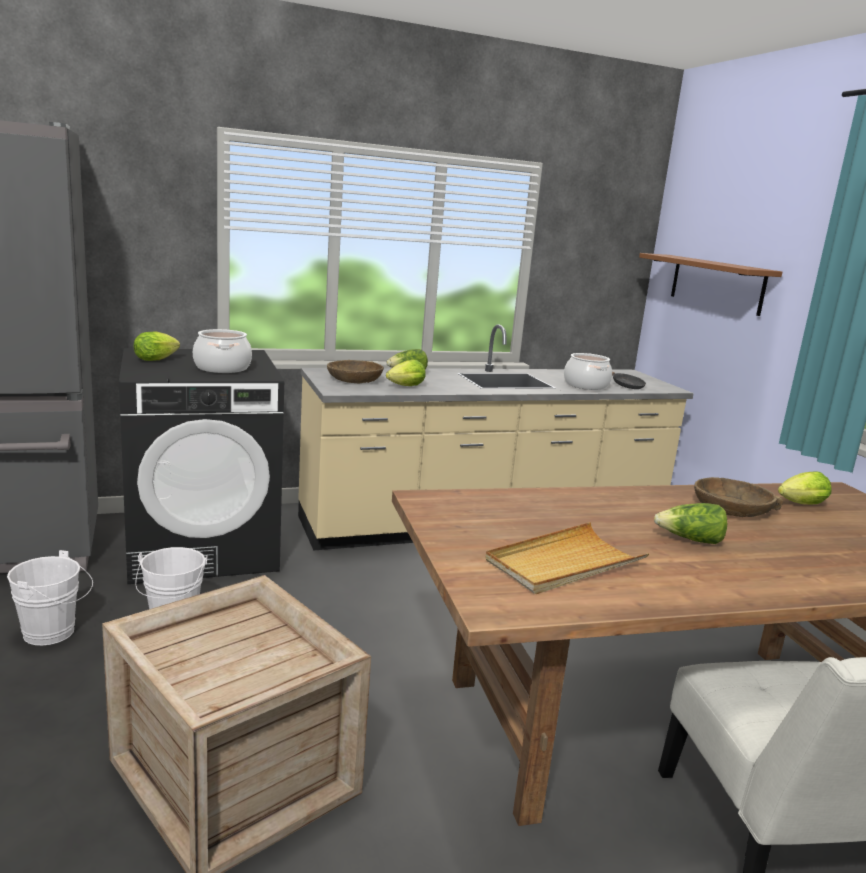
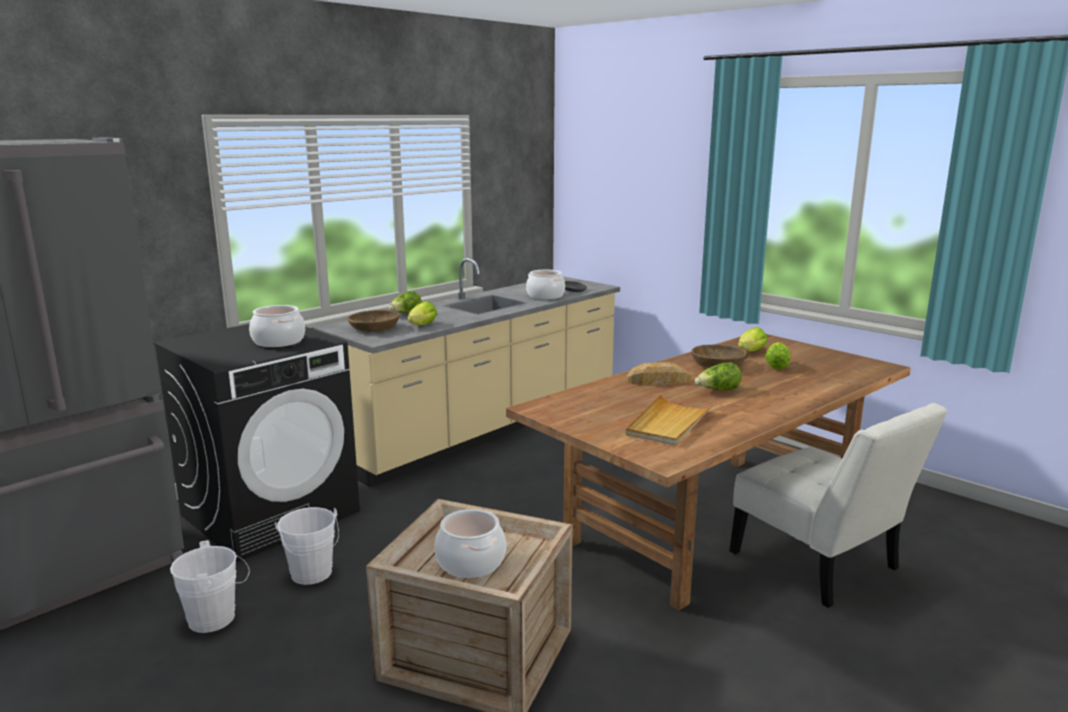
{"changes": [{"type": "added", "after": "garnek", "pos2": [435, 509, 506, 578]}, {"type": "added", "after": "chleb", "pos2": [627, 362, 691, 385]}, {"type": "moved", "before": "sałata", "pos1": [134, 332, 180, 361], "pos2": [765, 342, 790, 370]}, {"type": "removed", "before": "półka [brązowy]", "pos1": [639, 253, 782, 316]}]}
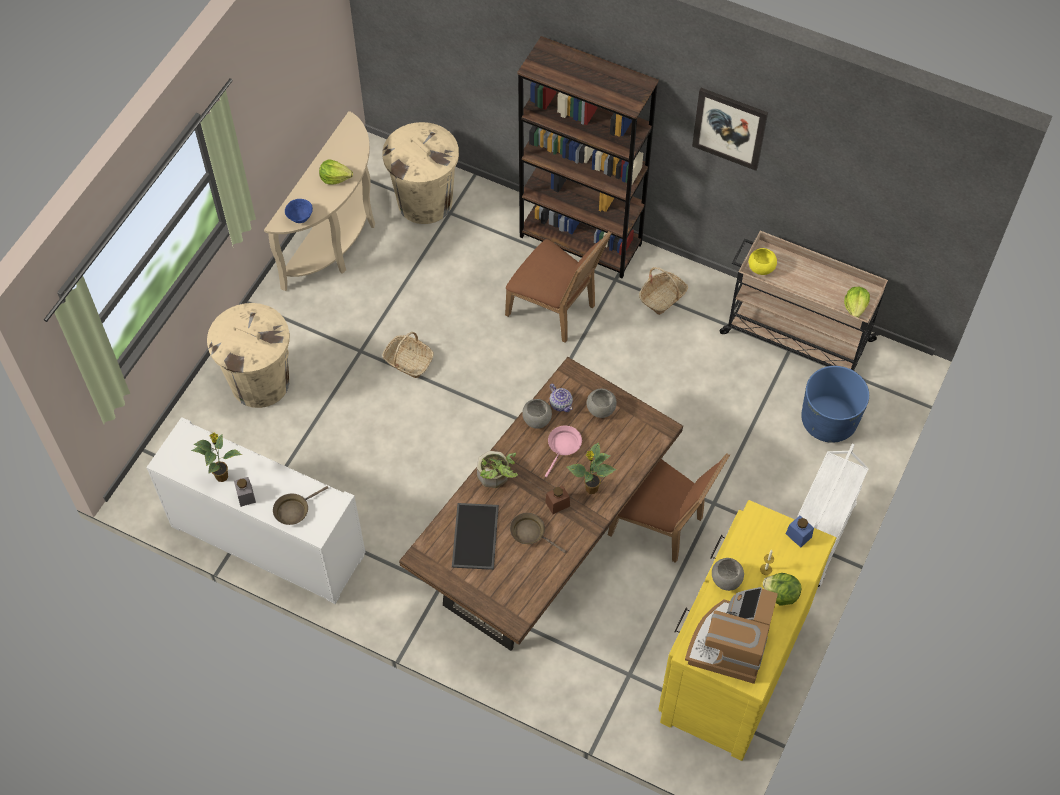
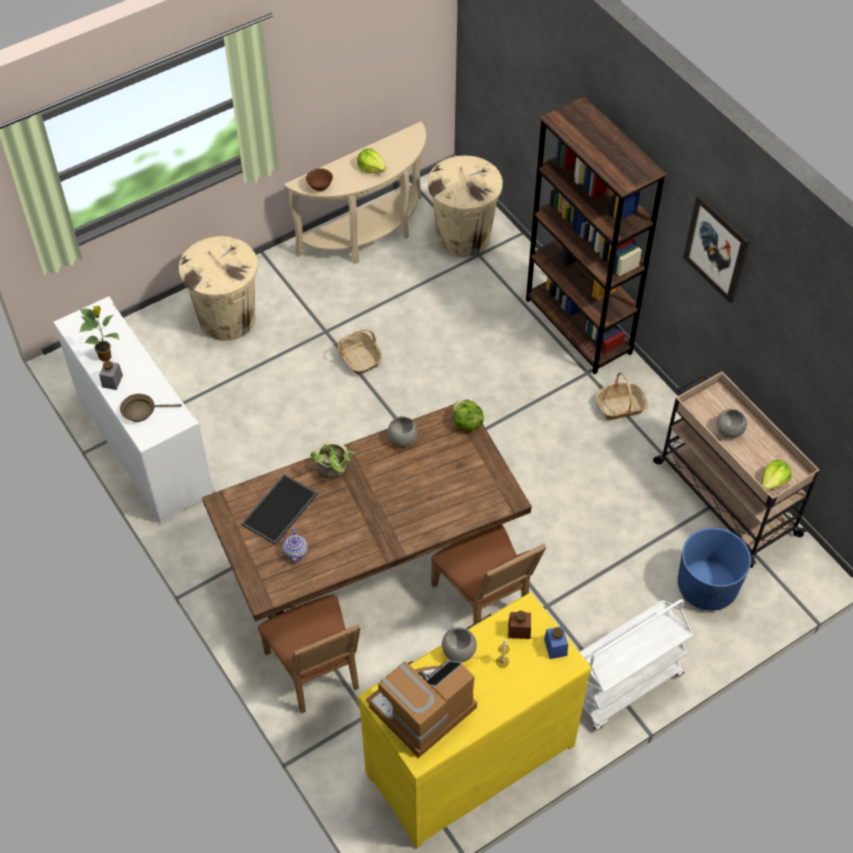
{"changes": [{"type": "moved", "before": "krzesło [brązowy]", "pos1": [505, 231, 612, 343], "pos2": [258, 594, 361, 714]}, {"type": "moved", "before": "imbryk", "pos1": [550, 384, 573, 412], "pos2": [283, 528, 308, 563]}, {"type": "recoloured", "before": "miska [niebieski]", "after": "miska [brązowy]", "pos1": [285, 199, 313, 223], "pos2": [306, 168, 333, 191]}, {"type": "moved", "before": "sałata", "pos1": [763, 573, 801, 605], "pos2": [453, 401, 484, 431]}, {"type": "moved", "before": "słoik [brązowy]", "pos1": [545, 485, 570, 514], "pos2": [508, 611, 531, 639]}, {"type": "moved", "before": "miska [szary]", "pos1": [587, 389, 617, 418], "pos2": [716, 409, 747, 438]}, {"type": "removed", "before": "patelnia [brązowy]", "pos1": [510, 513, 566, 553]}, {"type": "removed", "before": "patelnia [różowy]", "pos1": [545, 426, 582, 478]}, {"type": "removed", "before": "roślina doniczkowa", "pos1": [567, 442, 616, 494]}, {"type": "removed", "before": "miska [żółty]", "pos1": [749, 248, 777, 275]}]}
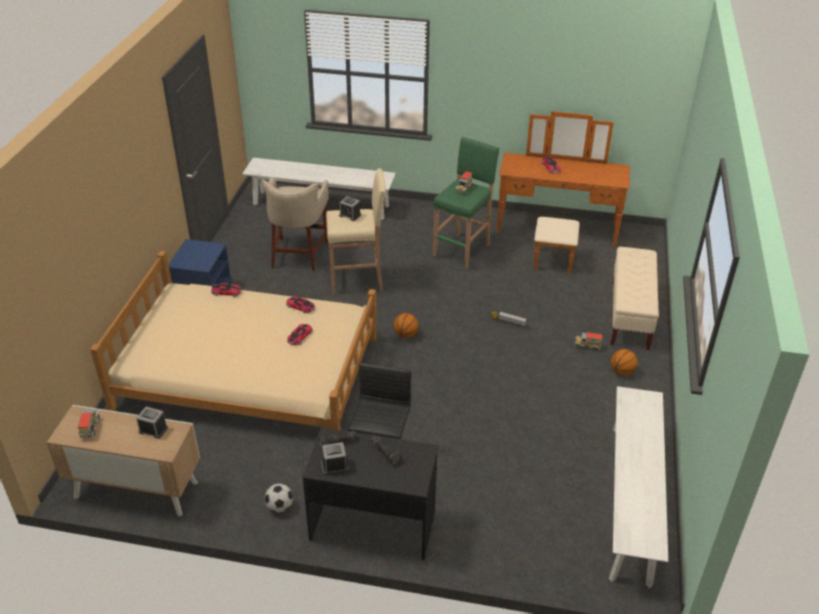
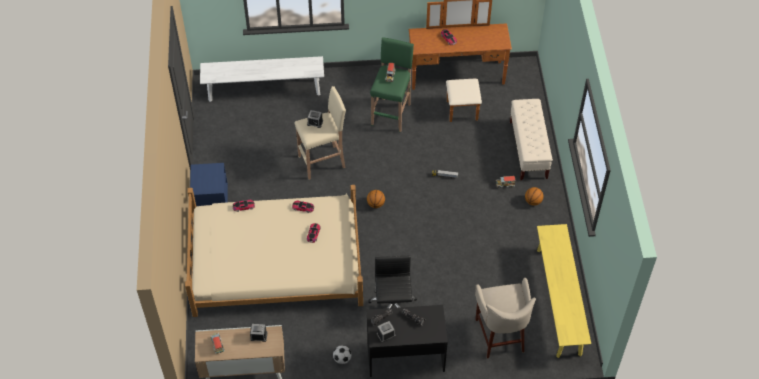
{"changes": [{"type": "moved", "before": "stołek [beżowy]", "pos1": [262, 177, 329, 271], "pos2": [475, 278, 536, 359]}, {"type": "recoloured", "before": "ławka [biały]", "after": "ławka [żółty]", "pos1": [609, 386, 668, 588], "pos2": [537, 224, 591, 358]}]}
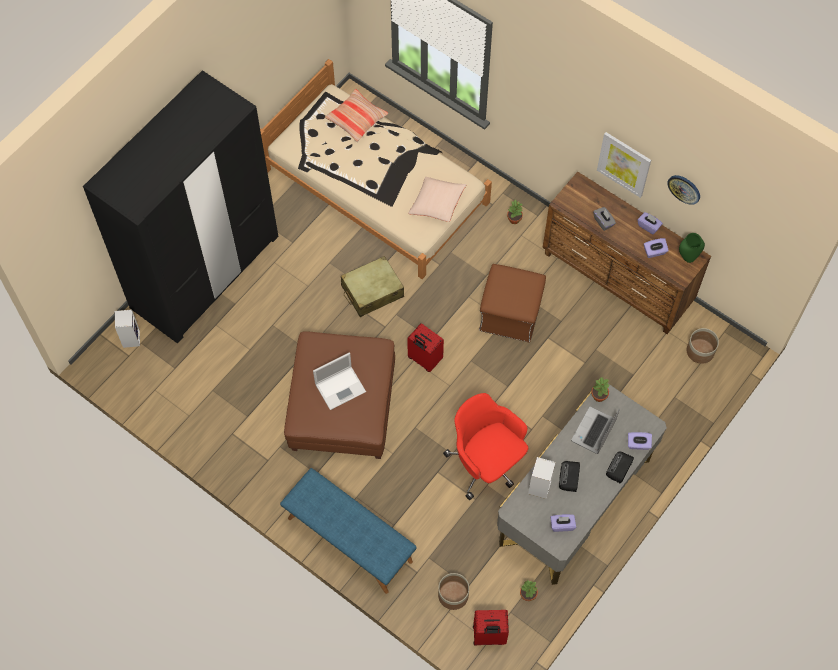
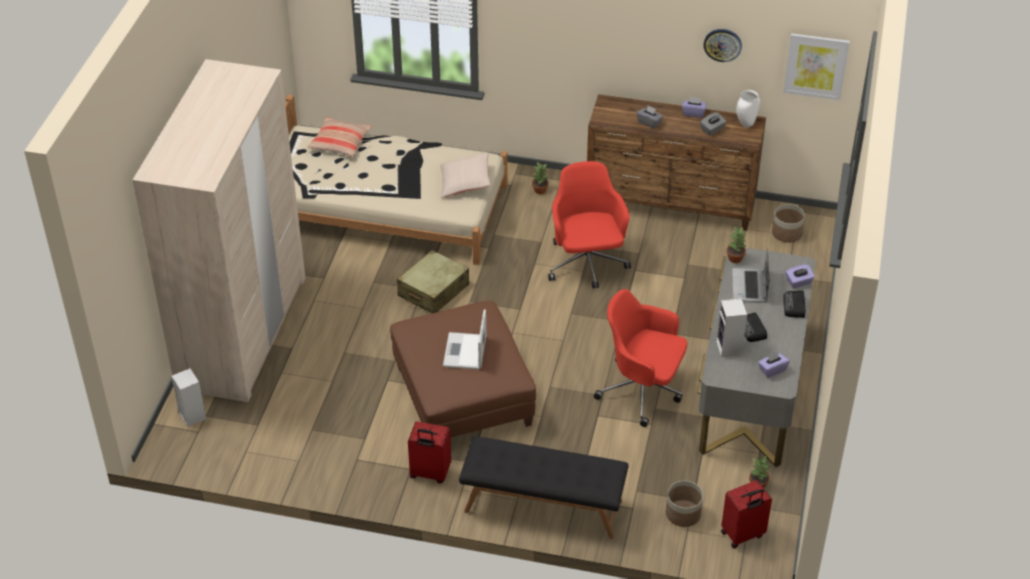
{"changes": [{"type": "recoloured", "before": "szafa [czarny]", "after": "szafa [beżowy]", "pos1": [83, 70, 278, 343], "pos2": [133, 59, 305, 402]}, {"type": "moved", "before": "walizka [czerwony]", "pos1": [407, 323, 444, 372], "pos2": [408, 421, 451, 484]}, {"type": "turned", "before": "laptop", "pos1": [313, 352, 366, 410], "pos2": [443, 309, 486, 370], "turn": 150}, {"type": "recoloured", "before": "ławka [niebieski]", "after": "ławka [czarny]", "pos1": [280, 468, 417, 594], "pos2": [459, 436, 629, 539]}, {"type": "replaced", "before": "pufa [brązowy]", "after": "krzesło biurowe [czerwony]", "pos1": [479, 264, 546, 342], "pos2": [548, 161, 631, 288]}, {"type": "recoloured", "before": "pudełko chusteczek [fioletowy]", "after": "pudełko chusteczek [szary]", "pos1": [644, 238, 669, 258], "pos2": [700, 112, 727, 136]}, {"type": "recoloured", "before": "wazon [zielony]", "after": "wazon [biały]", "pos1": [679, 233, 705, 263], "pos2": [737, 90, 760, 128]}, {"type": "moved", "before": "obraz", "pos1": [597, 132, 651, 198], "pos2": [783, 33, 850, 100]}]}
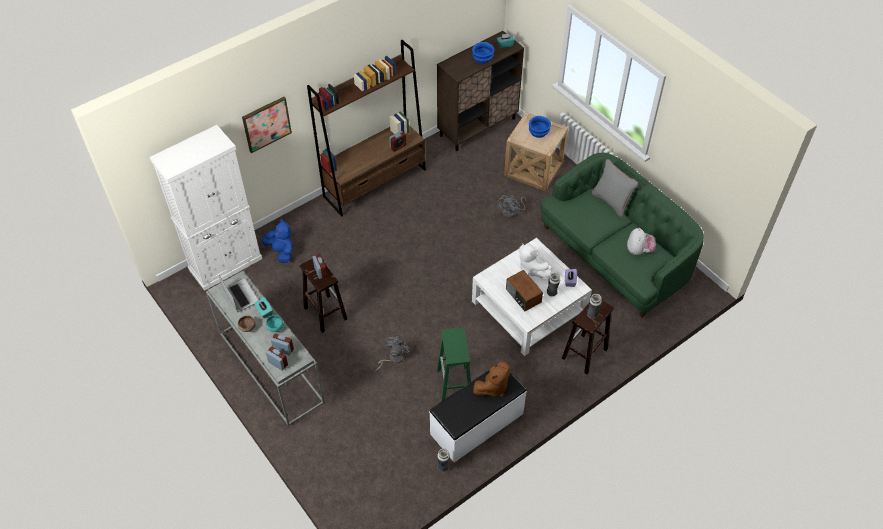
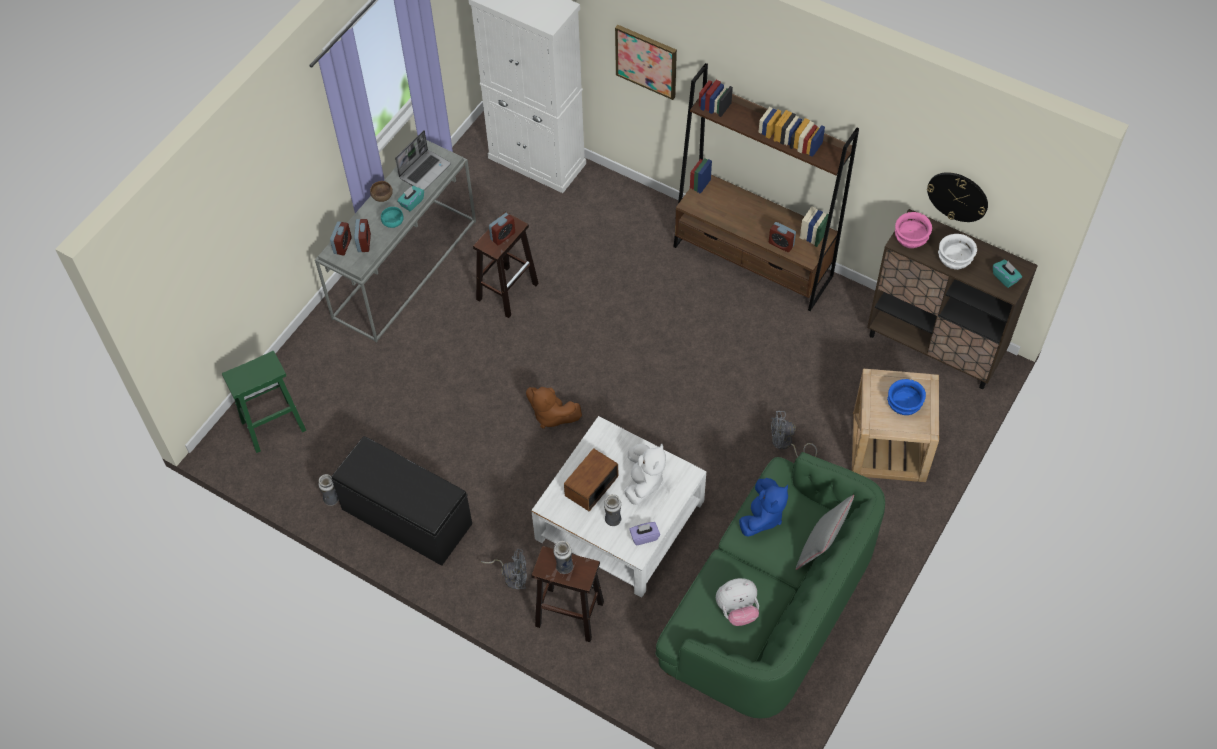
{"changes": [{"type": "moved", "before": "stołek [zielony]", "pos1": [437, 327, 471, 401], "pos2": [222, 351, 306, 453]}, {"type": "recoloured", "before": "ławka [biały]", "after": "ławka [czarny]", "pos1": [429, 365, 527, 463], "pos2": [332, 436, 472, 566]}, {"type": "moved", "before": "wentylator [szary]", "pos1": [375, 336, 410, 371], "pos2": [481, 549, 527, 589]}, {"type": "moved", "before": "pluszak [brązowy]", "pos1": [473, 362, 510, 397], "pos2": [526, 387, 582, 429]}, {"type": "turned", "before": "pluszak [biały]", "pos1": [519, 243, 552, 278], "pos2": [624, 444, 666, 505], "turn": 150}, {"type": "moved", "before": "pluszak [niebieski]", "pos1": [262, 219, 292, 263], "pos2": [739, 478, 788, 537]}, {"type": "added", "after": "miska [różowy]", "pos2": [895, 212, 932, 248]}, {"type": "added", "after": "zegar ścienny", "pos2": [927, 172, 988, 222]}, {"type": "recoloured", "before": "miska [niebieski]", "after": "miska [biały]", "pos1": [472, 42, 494, 64], "pos2": [938, 234, 977, 270]}]}
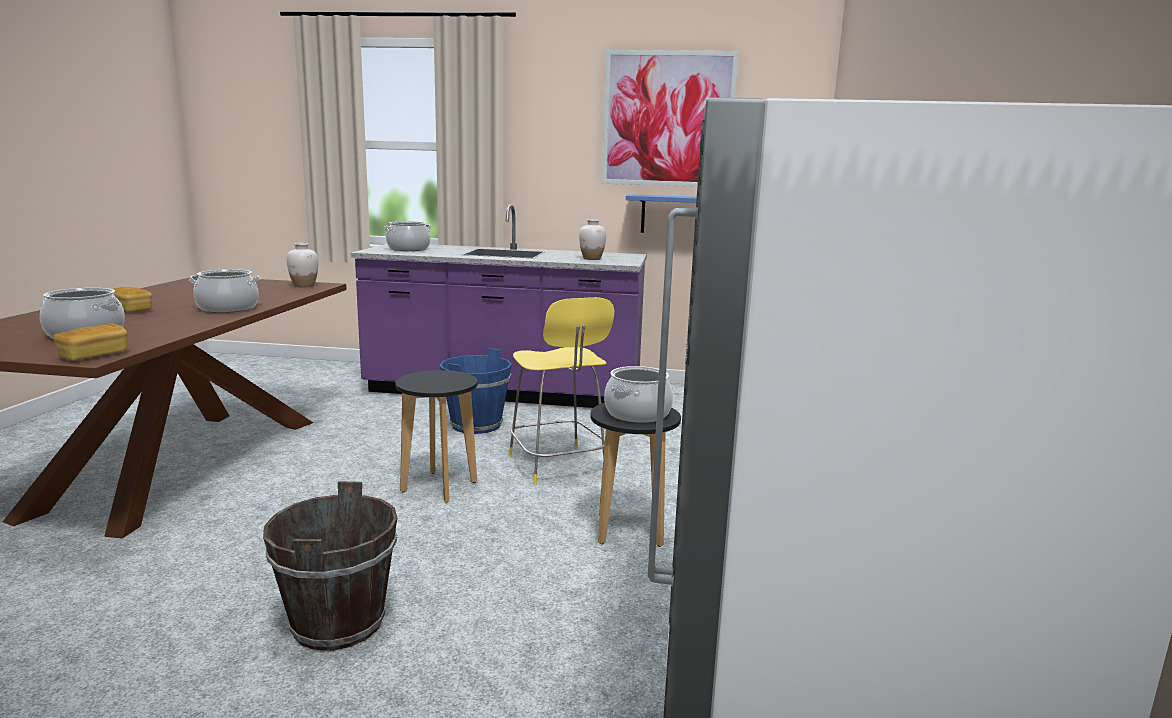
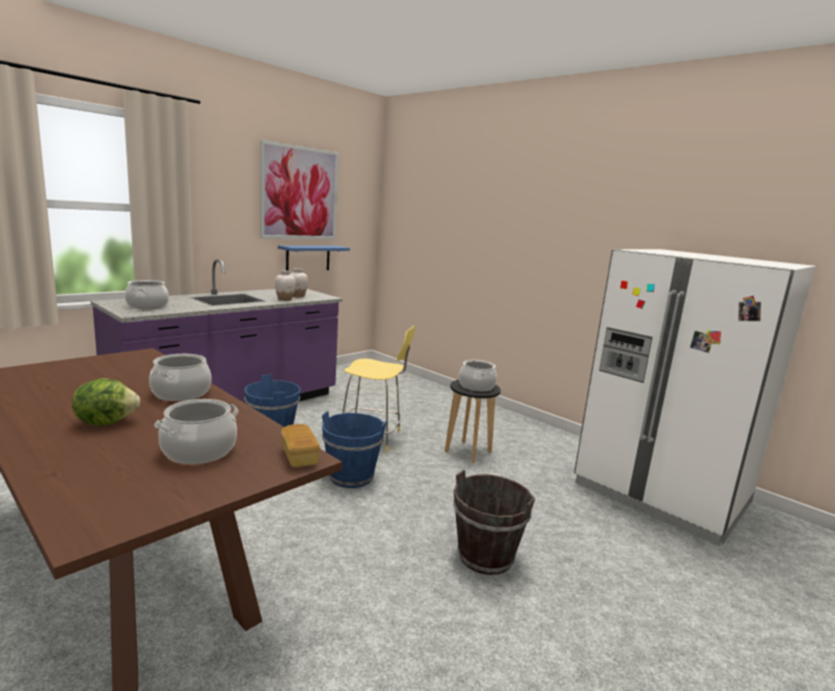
{"changes": [{"type": "replaced", "before": "chleb", "after": "sałata", "pos1": [113, 287, 152, 312], "pos2": [72, 378, 140, 426]}, {"type": "moved", "before": "wazon [biały]", "pos1": [287, 243, 318, 287], "pos2": [275, 270, 296, 301]}, {"type": "replaced", "before": "stołek [czarny]", "after": "wiadro [niebieski]", "pos1": [395, 370, 478, 503], "pos2": [322, 411, 387, 488]}]}
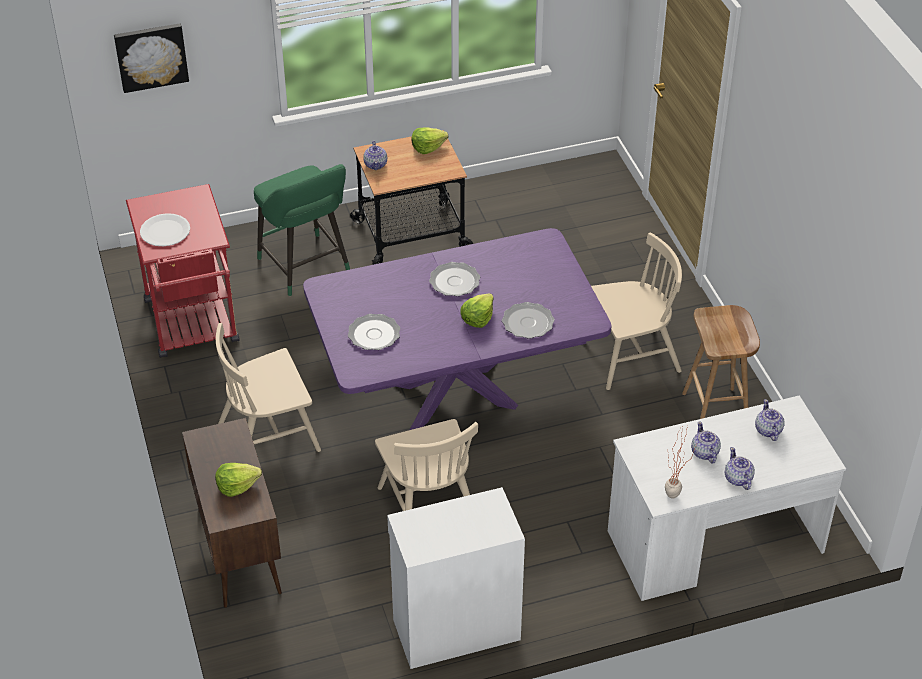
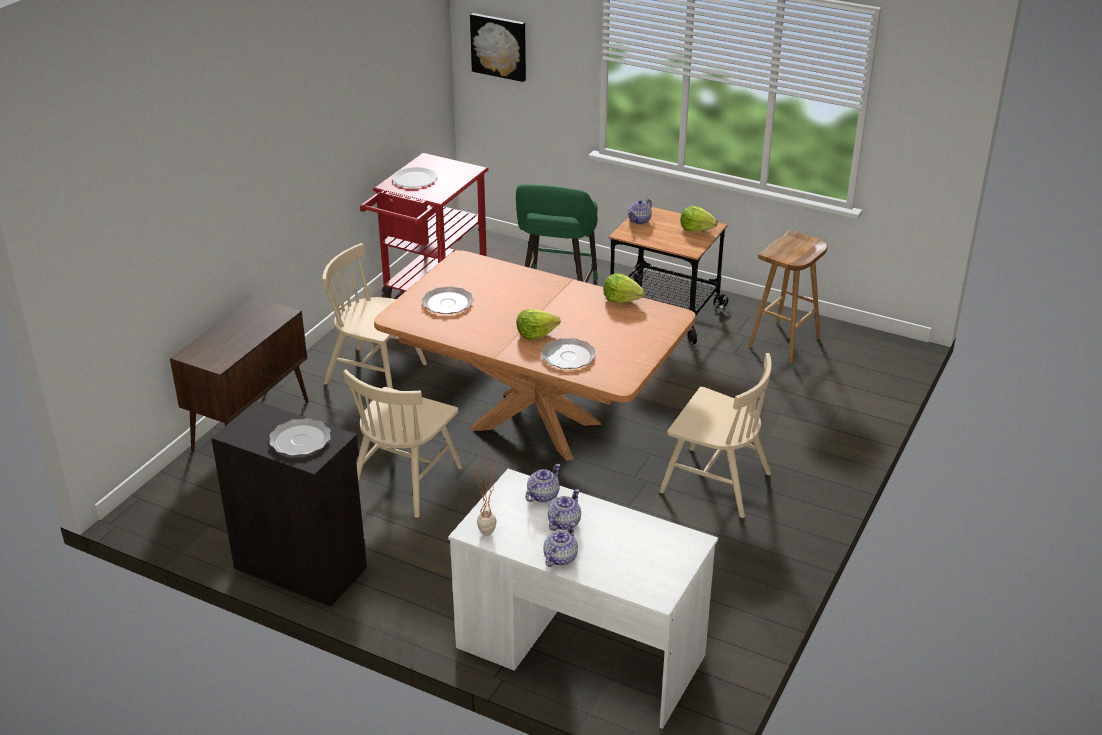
{"changes": [{"type": "recoloured", "before": "szafka [biały]", "after": "szafka [czarny]", "pos1": [387, 487, 525, 669], "pos2": [211, 401, 367, 607]}, {"type": "moved", "before": "talerz", "pos1": [429, 262, 480, 296], "pos2": [269, 418, 331, 456]}, {"type": "recoloured", "before": "stół jadalny [fioletowy]", "after": "stół jadalny [brązowy]", "pos1": [303, 228, 612, 430], "pos2": [374, 250, 696, 461]}, {"type": "moved", "before": "imbryk", "pos1": [755, 399, 785, 441], "pos2": [525, 464, 560, 502]}, {"type": "moved", "before": "sałata", "pos1": [215, 463, 262, 497], "pos2": [603, 273, 645, 303]}, {"type": "moved", "before": "stołek [brązowy]", "pos1": [682, 305, 760, 419], "pos2": [748, 230, 828, 363]}]}
